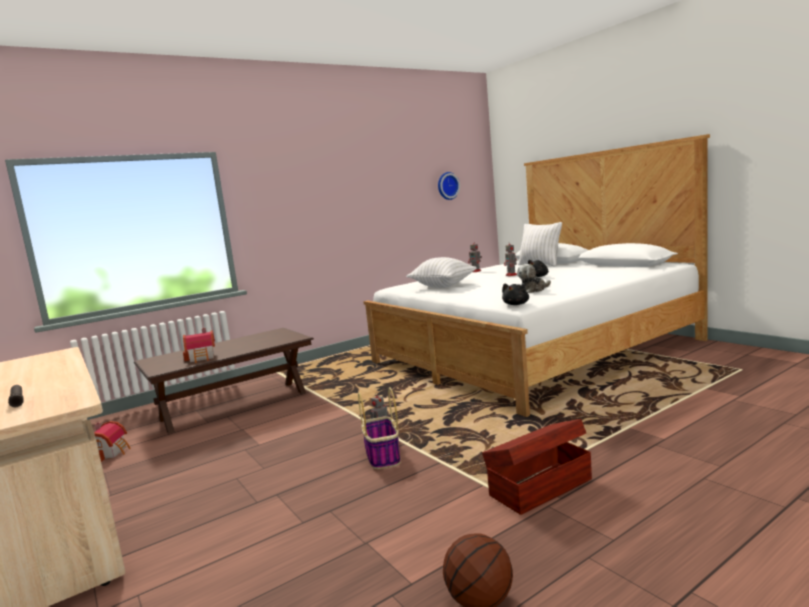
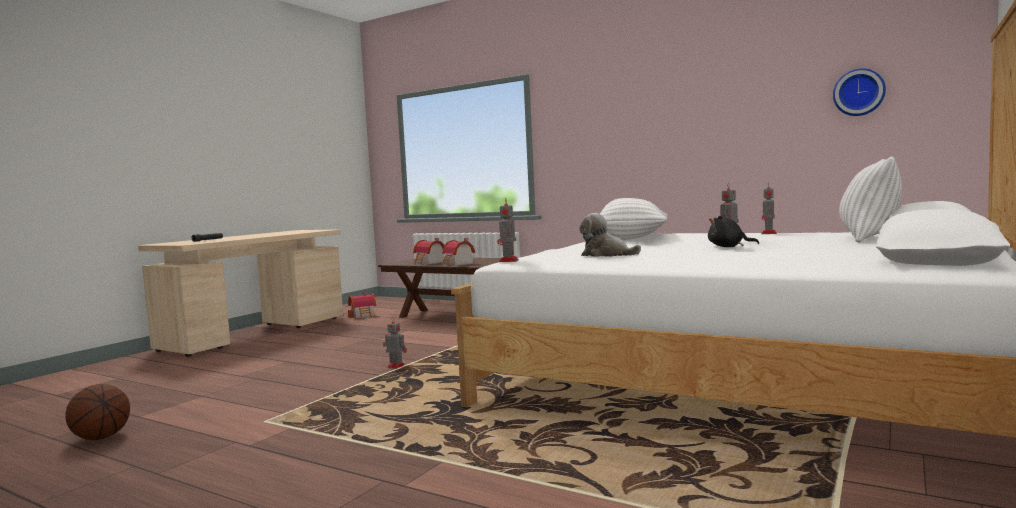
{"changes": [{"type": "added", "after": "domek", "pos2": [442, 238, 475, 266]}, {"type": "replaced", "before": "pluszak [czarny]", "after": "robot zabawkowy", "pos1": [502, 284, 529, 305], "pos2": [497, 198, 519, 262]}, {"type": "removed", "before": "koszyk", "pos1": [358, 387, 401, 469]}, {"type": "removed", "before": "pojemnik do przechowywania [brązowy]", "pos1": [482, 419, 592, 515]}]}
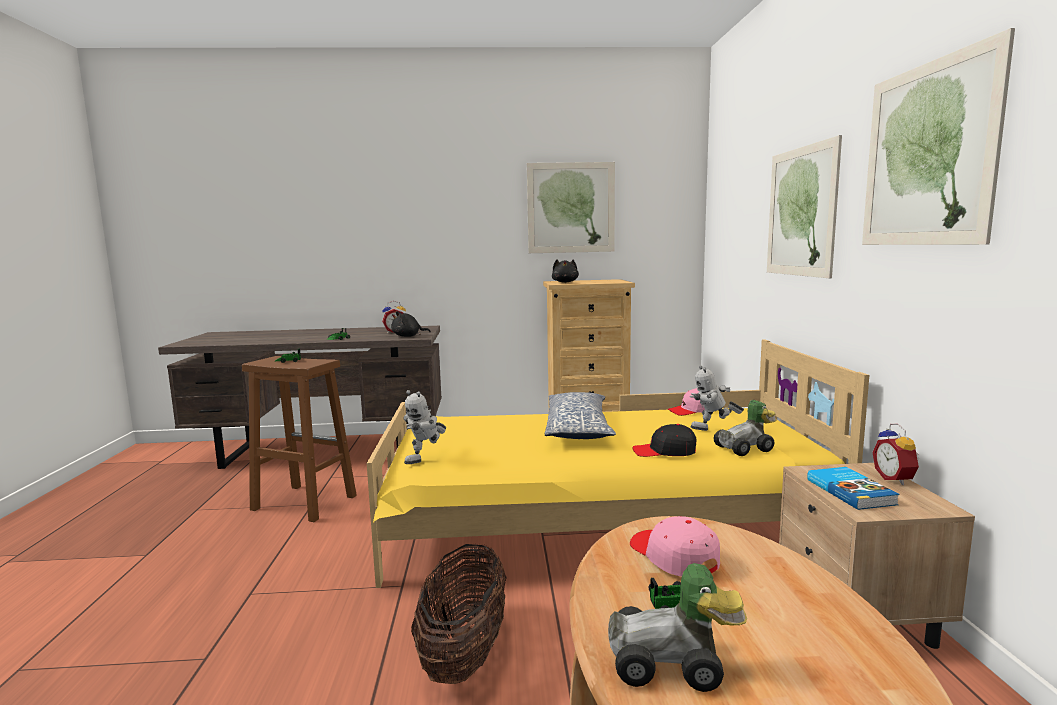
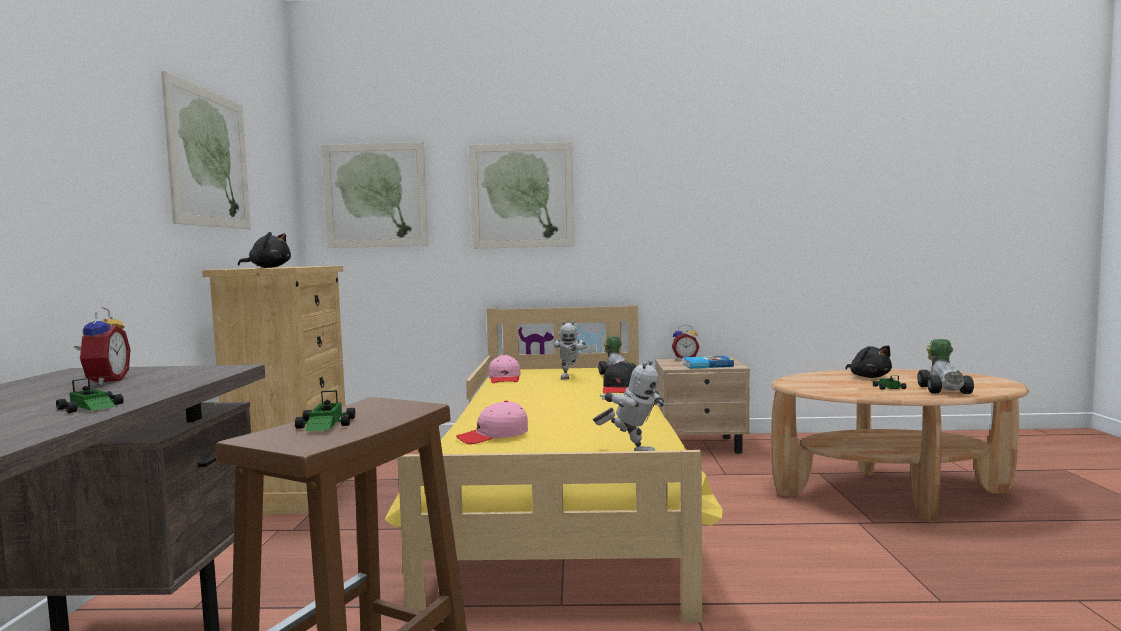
{"changes": [{"type": "moved", "before": "obraz", "pos1": [862, 28, 1015, 245], "pos2": [322, 142, 428, 248]}, {"type": "moved", "before": "czapka z daszkiem [różowy]", "pos1": [630, 516, 720, 577], "pos2": [456, 401, 528, 444]}, {"type": "moved", "before": "pluszak [czarny]", "pos1": [391, 311, 431, 337], "pos2": [845, 345, 892, 378]}, {"type": "removed", "before": "koszyk", "pos1": [411, 544, 507, 684]}, {"type": "removed", "before": "poduszka", "pos1": [545, 392, 616, 439]}]}
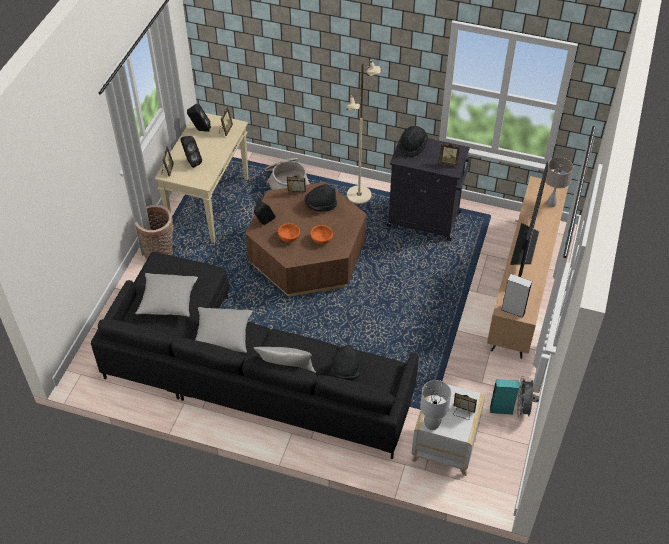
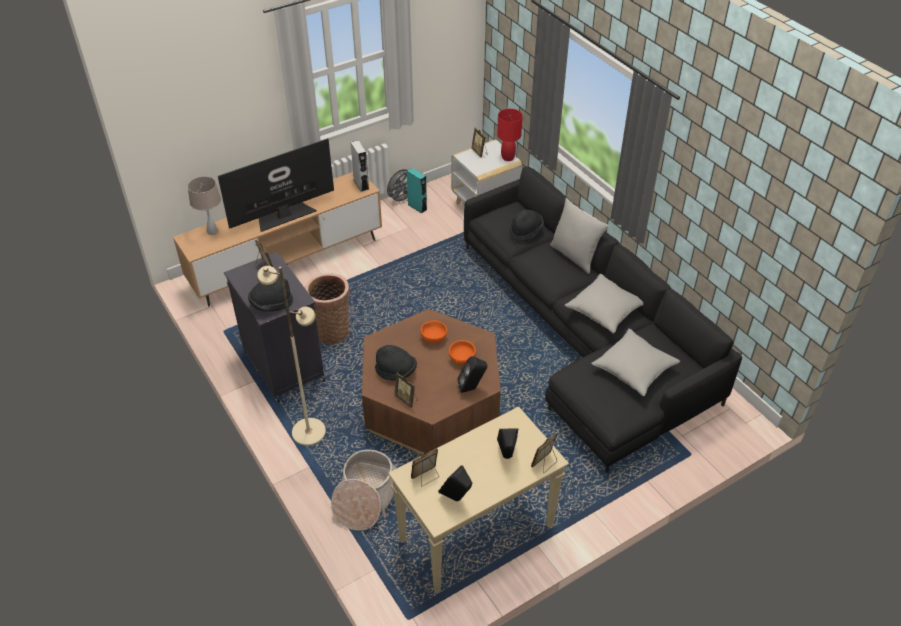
{"changes": [{"type": "moved", "before": "koszyk", "pos1": [135, 205, 173, 259], "pos2": [305, 273, 350, 344]}, {"type": "recoloured", "before": "lampa stołowa [szary]", "after": "lampa stołowa [czerwony]", "pos1": [420, 380, 451, 430], "pos2": [497, 109, 523, 161]}]}
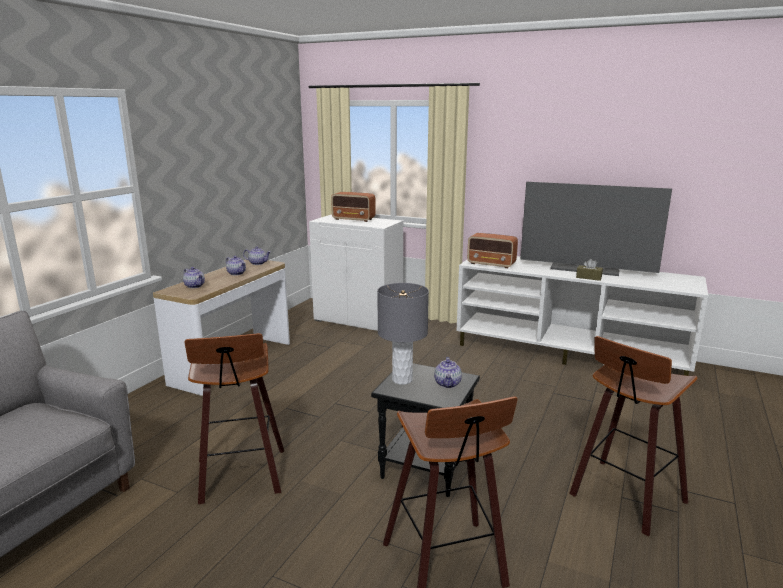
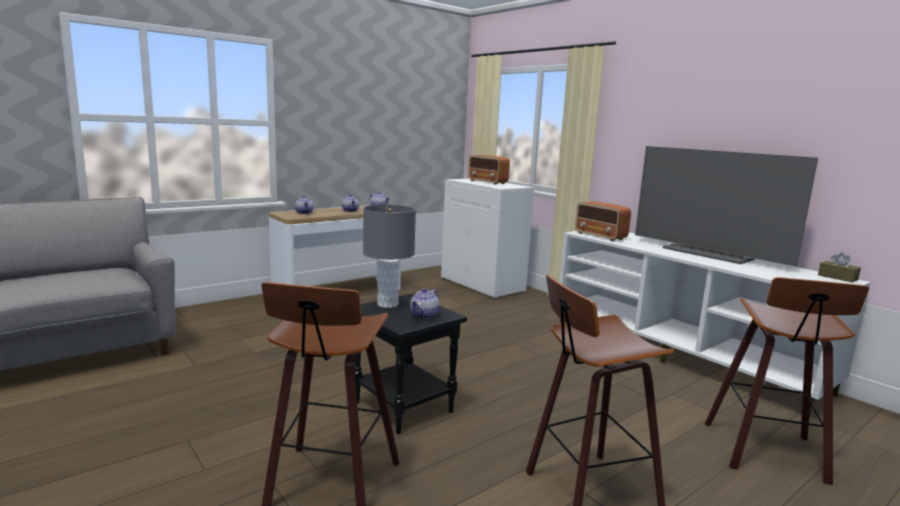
{"changes": [{"type": "moved", "before": "stołek", "pos1": [185, 333, 284, 504], "pos2": [705, 277, 869, 485]}, {"type": "moved", "before": "pudełko chusteczek [brązowy]", "pos1": [576, 259, 603, 281], "pos2": [818, 252, 861, 283]}]}
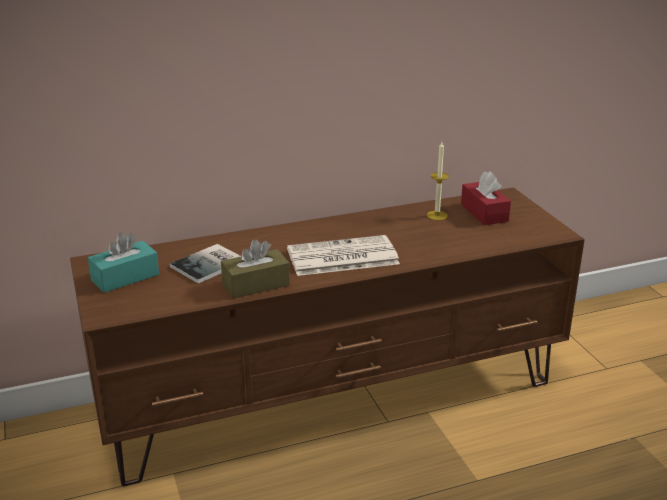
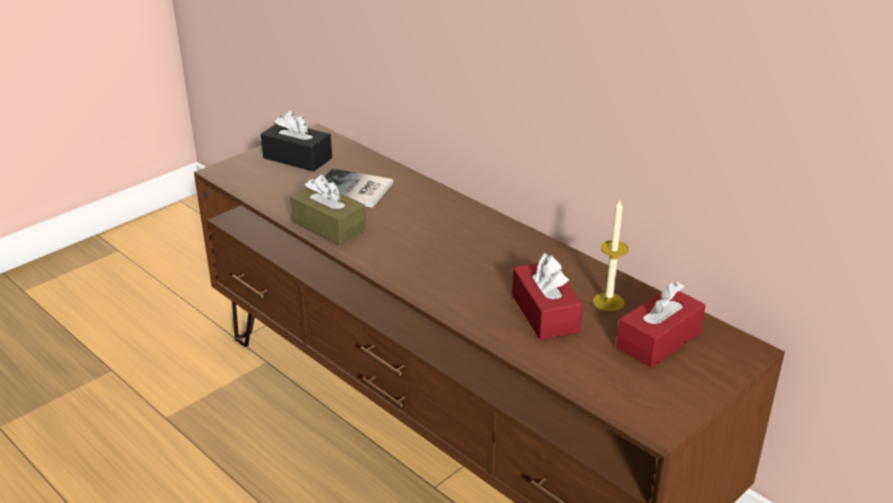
{"changes": [{"type": "recoloured", "before": "pudełko chusteczek [turkusowy]", "after": "pudełko chusteczek [czarny]", "pos1": [88, 232, 159, 293], "pos2": [261, 110, 332, 172]}, {"type": "added", "after": "pudełko chusteczek [czerwony]", "pos2": [512, 253, 583, 340]}, {"type": "removed", "before": "gazeta", "pos1": [287, 235, 400, 276]}]}
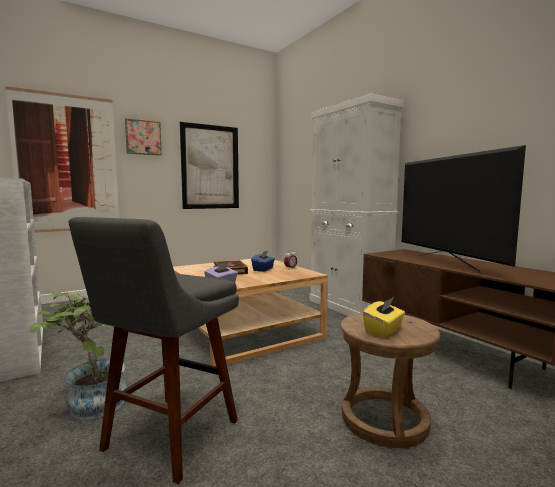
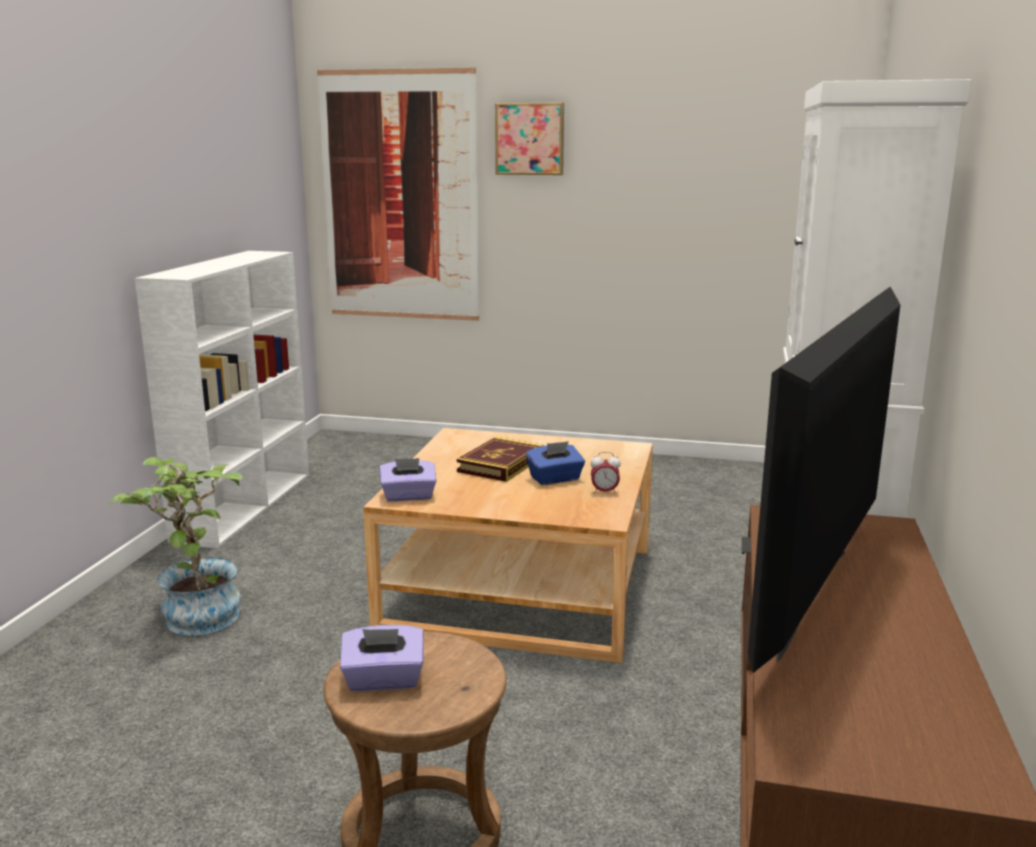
{"changes": [{"type": "recoloured", "before": "pudełko chusteczek [żółty]", "after": "pudełko chusteczek [fioletowy]", "pos1": [363, 297, 405, 338], "pos2": [340, 625, 424, 692]}, {"type": "removed", "before": "stołek [szary]", "pos1": [69, 217, 239, 484]}, {"type": "removed", "before": "obraz", "pos1": [180, 122, 239, 209]}]}
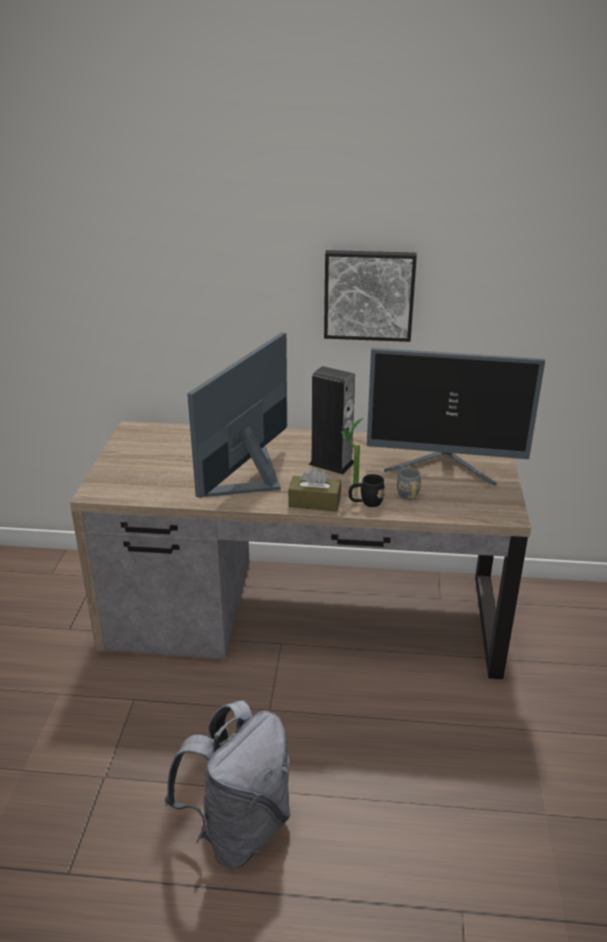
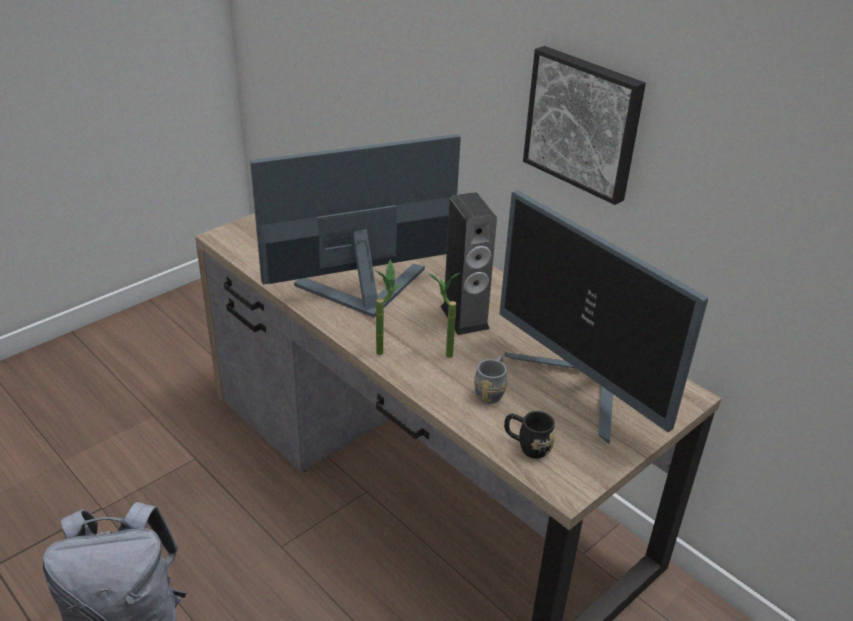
{"changes": [{"type": "replaced", "before": "pudełko chusteczek [brązowy]", "after": "roślina doniczkowa", "pos1": [288, 467, 341, 512], "pos2": [375, 260, 402, 355]}, {"type": "moved", "before": "kubek [czarny]", "pos1": [349, 474, 385, 507], "pos2": [504, 411, 556, 459]}]}
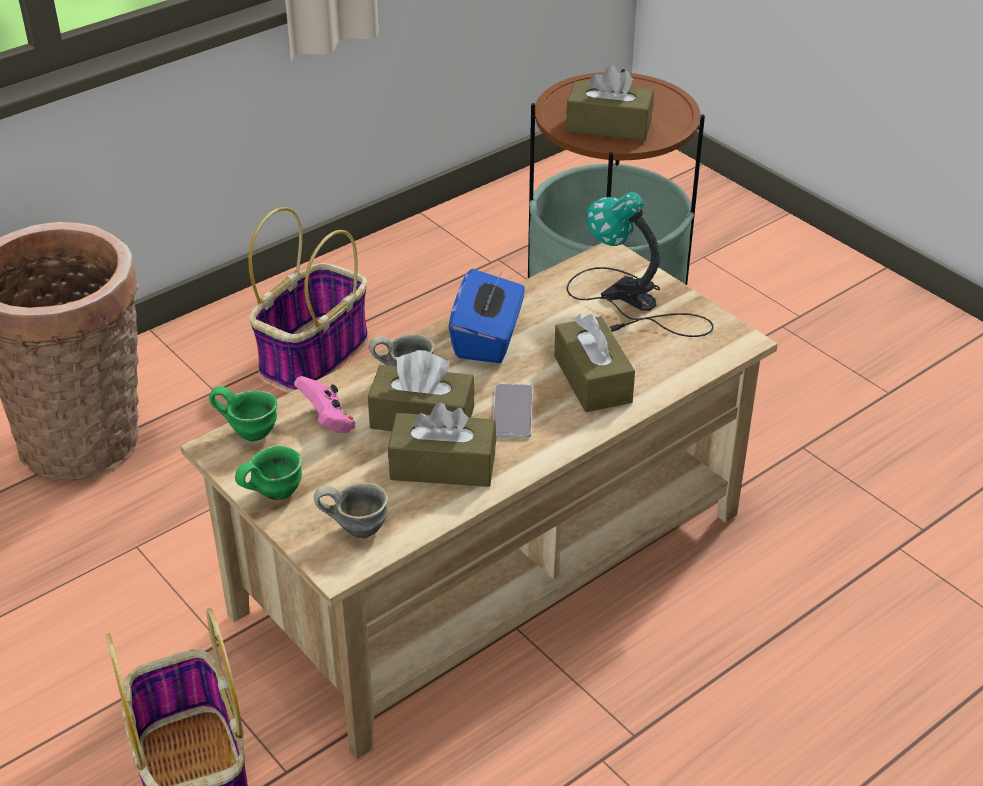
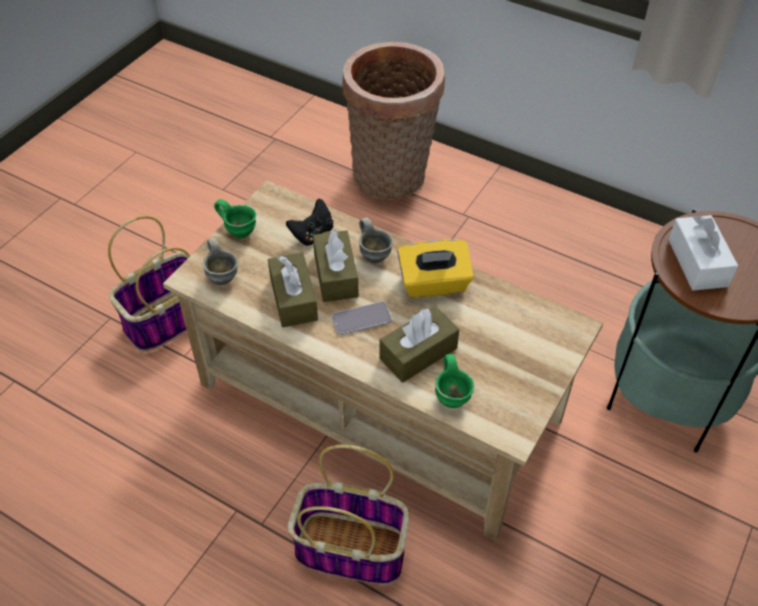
{"changes": [{"type": "recoloured", "before": "pad do gier [różowy]", "after": "pad do gier [czarny]", "pos1": [294, 376, 355, 434], "pos2": [286, 199, 333, 246]}, {"type": "moved", "before": "koszyk", "pos1": [248, 207, 368, 392], "pos2": [287, 445, 409, 585]}, {"type": "recoloured", "before": "pudełko chusteczek [niebieski]", "after": "pudełko chusteczek [żółty]", "pos1": [449, 269, 525, 363], "pos2": [397, 239, 474, 298]}, {"type": "moved", "before": "kubek [zielony]", "pos1": [209, 386, 277, 441], "pos2": [435, 354, 475, 408]}, {"type": "recoloured", "before": "pudełko chusteczek [brązowy]", "after": "pudełko chusteczek [biały]", "pos1": [566, 65, 654, 141], "pos2": [668, 215, 738, 291]}, {"type": "removed", "before": "lampa stołowa", "pos1": [567, 192, 714, 337]}]}
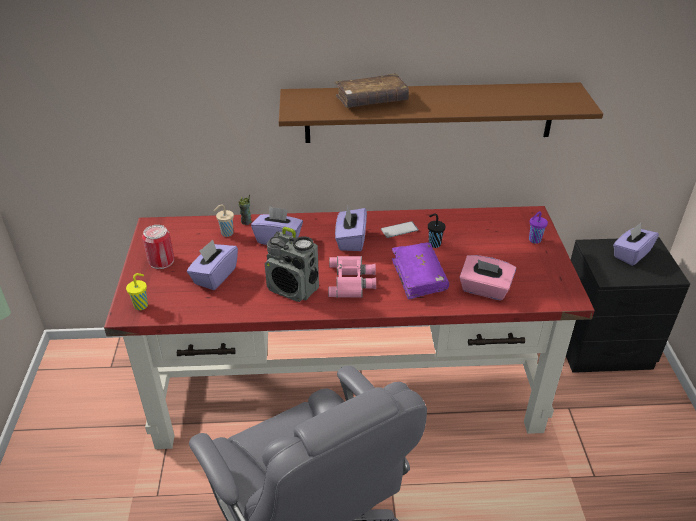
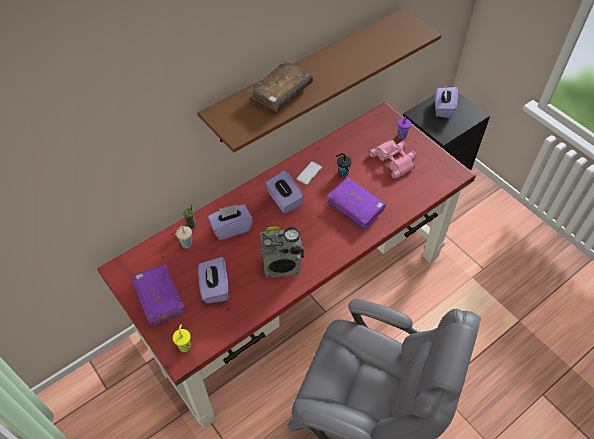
{"changes": [{"type": "replaced", "before": "puszka", "after": "książka [fioletowy]", "pos1": [142, 225, 174, 269], "pos2": [131, 264, 186, 325]}, {"type": "moved", "before": "lornetka [różowy]", "pos1": [328, 256, 376, 298], "pos2": [369, 140, 417, 179]}, {"type": "removed", "before": "pudełko chusteczek [różowy]", "pos1": [459, 255, 516, 301]}]}
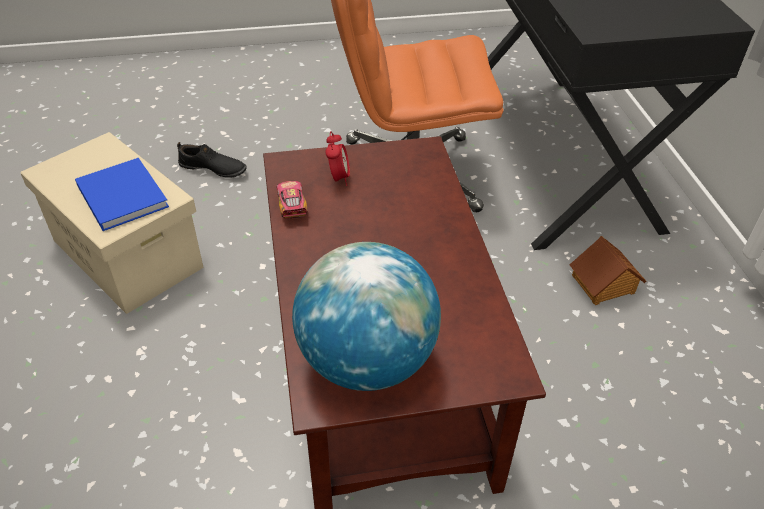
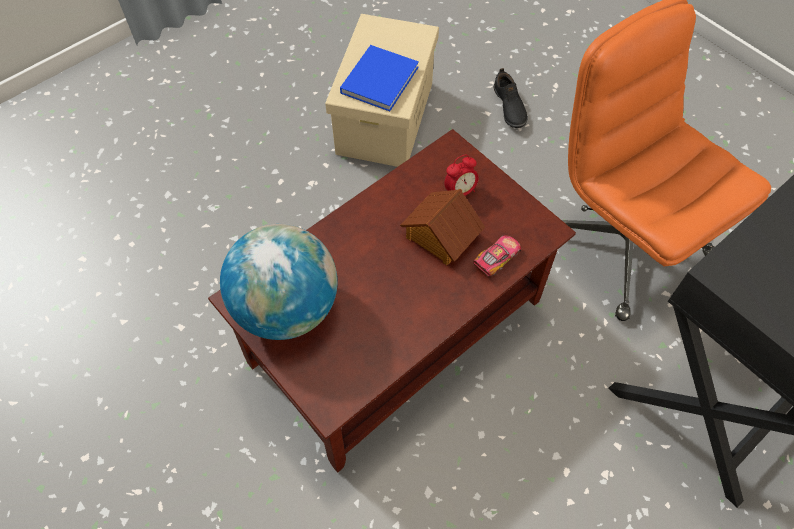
{"changes": [{"type": "moved", "before": "domek", "pos1": [570, 236, 646, 305], "pos2": [400, 189, 485, 265]}, {"type": "moved", "before": "samochodzik", "pos1": [276, 181, 307, 218], "pos2": [473, 235, 521, 276]}]}
